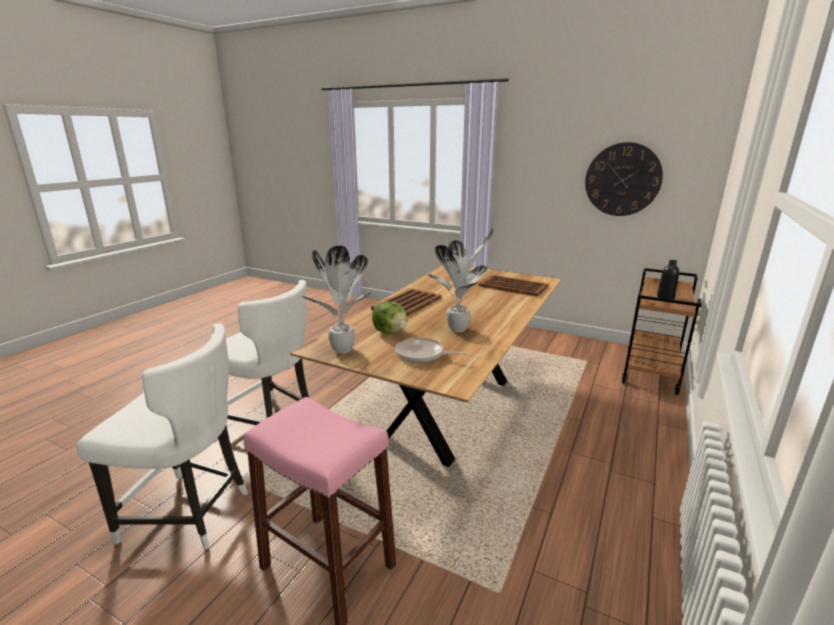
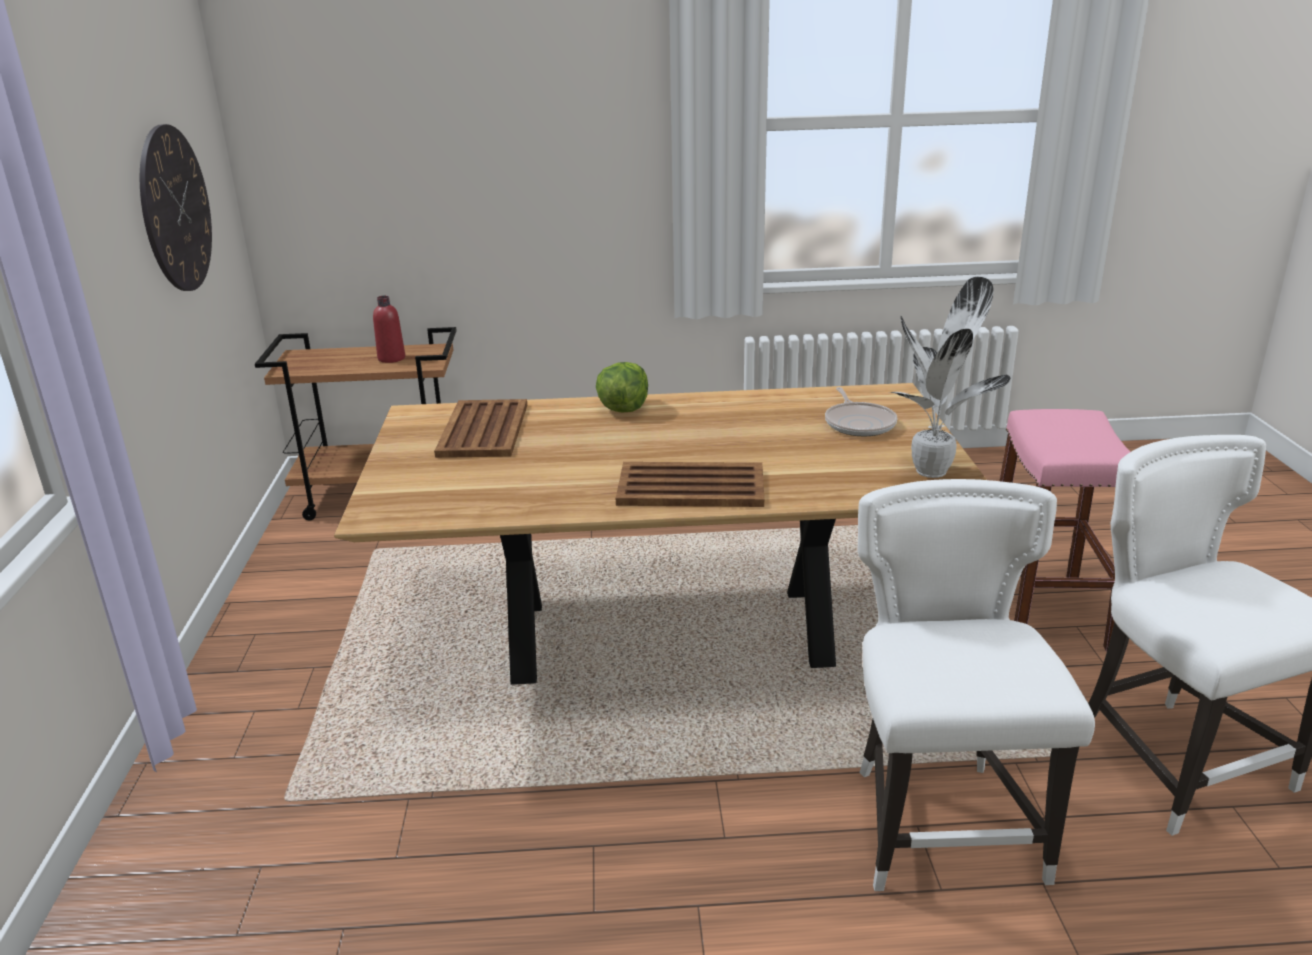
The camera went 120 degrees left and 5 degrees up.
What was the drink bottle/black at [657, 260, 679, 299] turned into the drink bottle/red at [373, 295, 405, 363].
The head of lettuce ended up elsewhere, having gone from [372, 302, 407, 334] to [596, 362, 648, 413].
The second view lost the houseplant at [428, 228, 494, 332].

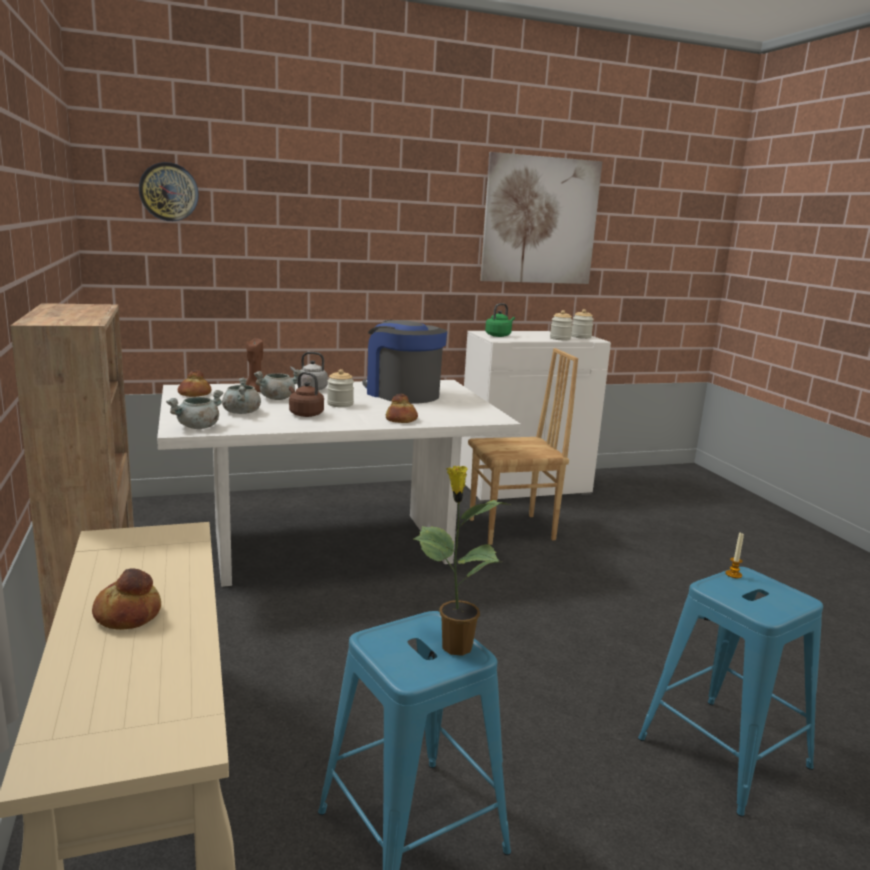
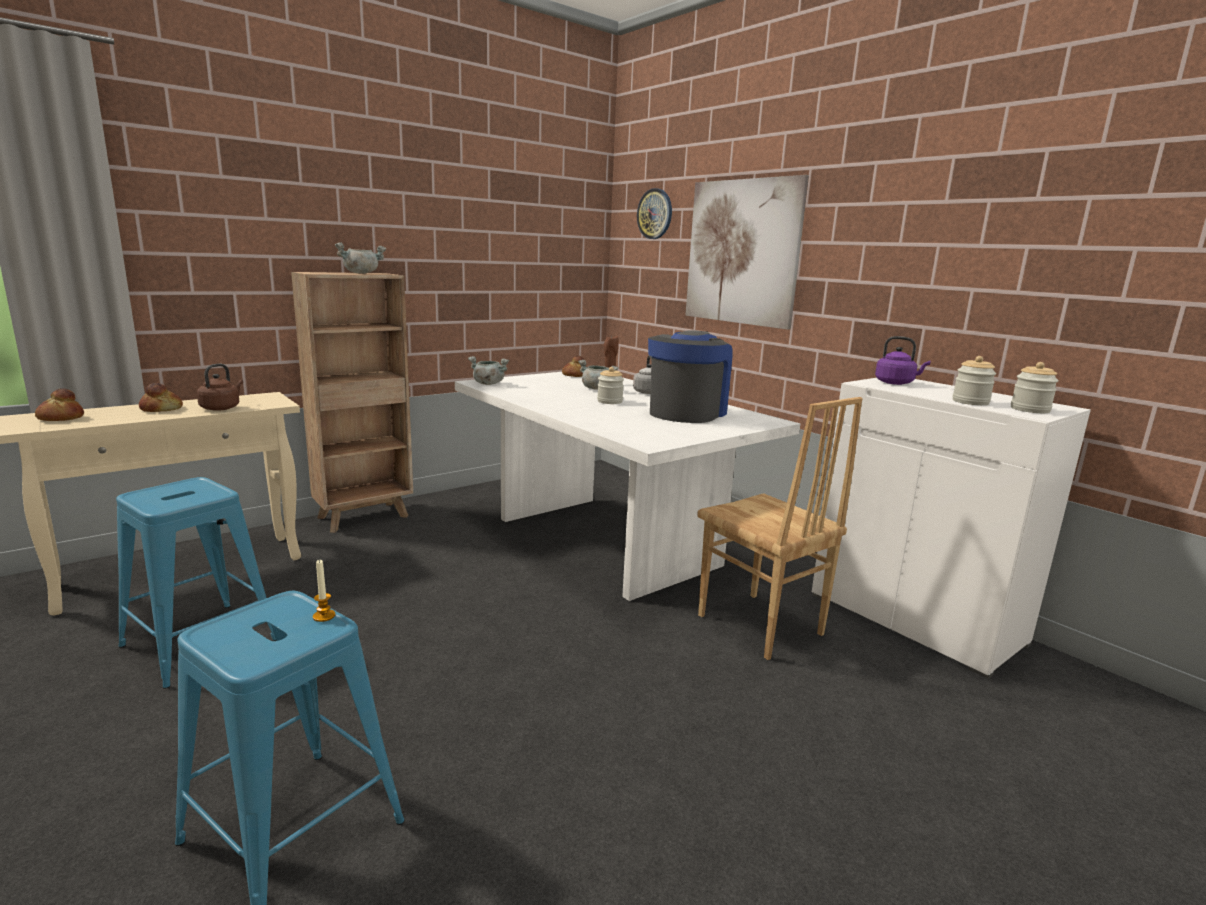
The camera went 70 degrees right and 0 degrees up.
The baked bread ended up elsewhere, having gone from [386, 394, 418, 423] to [35, 388, 84, 421].
The tea kettle/brownish ended up elsewhere, having gone from [289, 372, 324, 417] to [197, 364, 243, 411].
The saucepot/greyish ended up elsewhere, having gone from [222, 378, 261, 414] to [335, 242, 386, 274].
The picture ended up elsewhere, having gone from [480, 152, 602, 284] to [685, 175, 809, 330].
What was the tea kettle/green at [485, 303, 515, 337] turned into the tea kettle/purple-coloured at [875, 336, 931, 385].
The second view lost the houseplant at [414, 466, 512, 656].

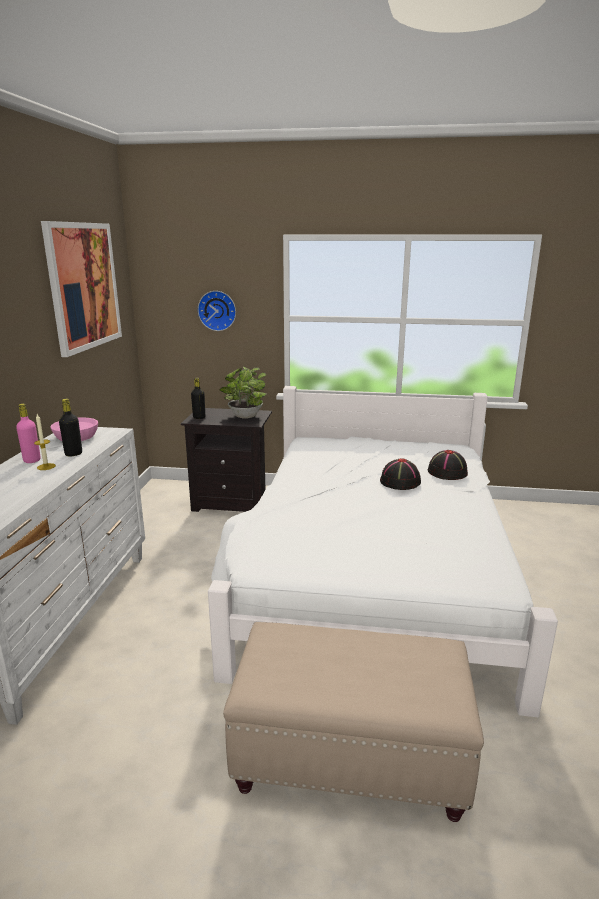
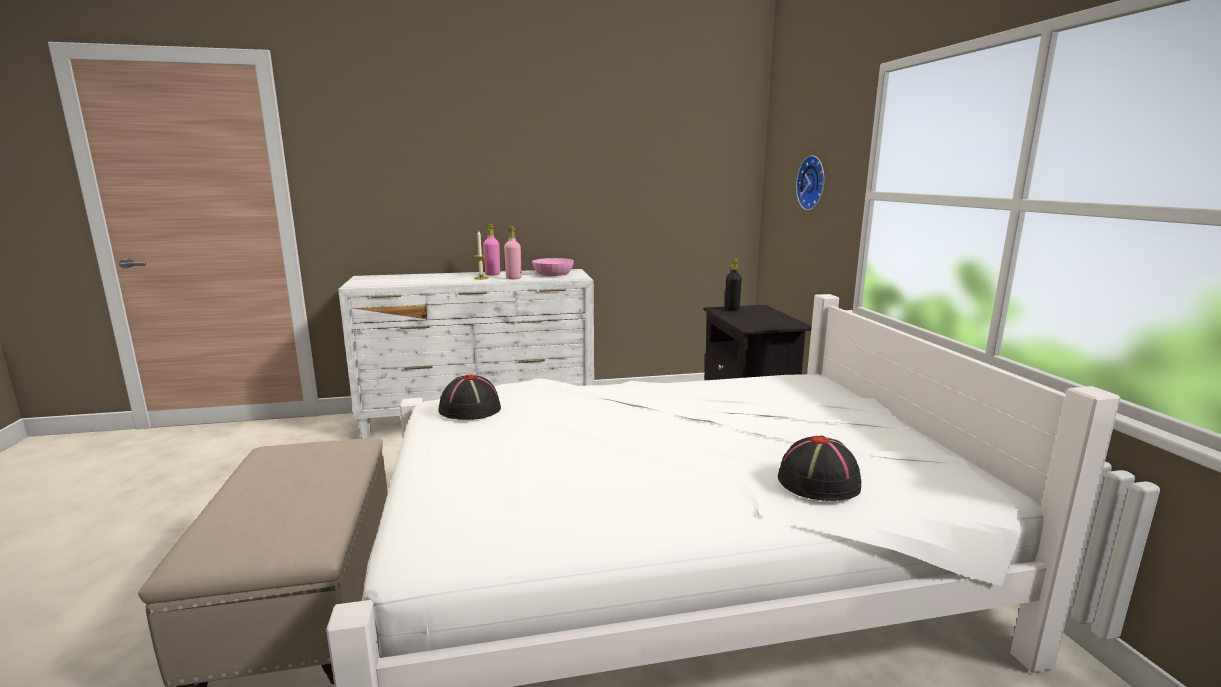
The camera went 70 degrees right and 5 degrees down.
The hat/black ended up elsewhere, having gone from [380, 459, 421, 490] to [438, 374, 501, 420].
What was the drink bottle/black at [59, 399, 82, 457] turned into the drink bottle/pink-coloured at [504, 227, 521, 279].
The second view lost the picture at [41, 221, 122, 357].
The second view lost the houseplant at [220, 367, 266, 418].

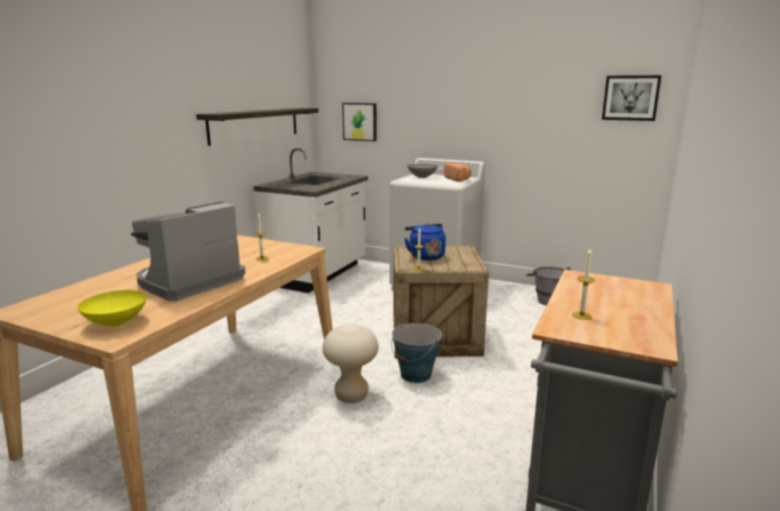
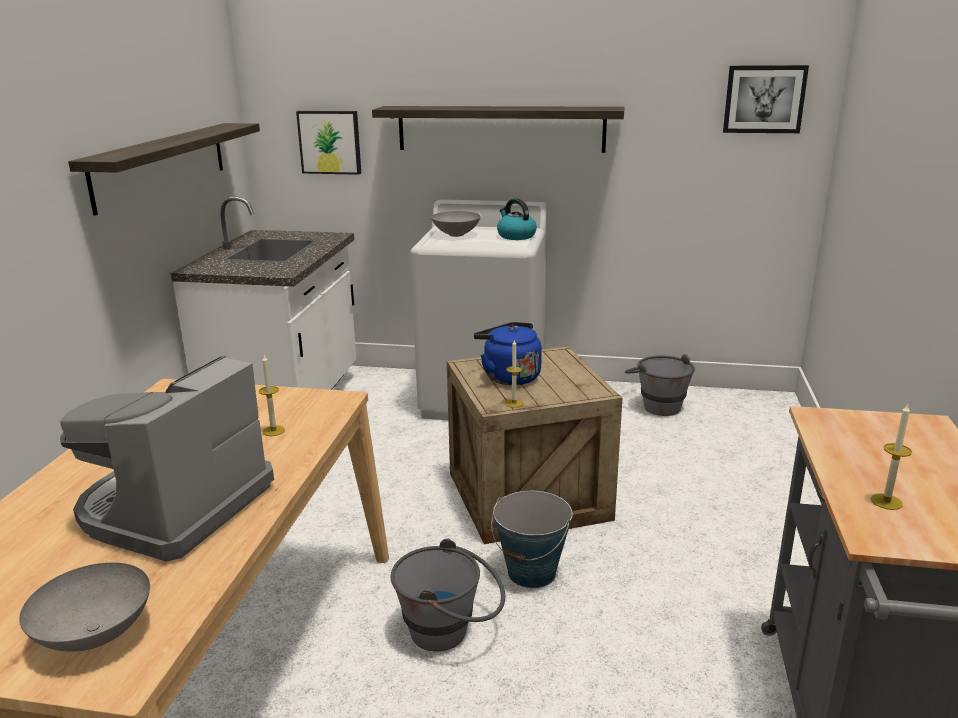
The camera went 15 degrees left and 5 degrees up.
What was the deep dish/yellowish at [77, 290, 147, 327] turned into the deep dish/greyish at [19, 562, 150, 652].
The second view gained the wall shelf at [372, 106, 625, 153].
Where the sitting stool/beige stood at [322, 323, 378, 403], the bucket/greyish came to stand at [390, 538, 505, 652].
Where the baked bread stood at [444, 163, 471, 182], the tea kettle came to stand at [497, 198, 537, 240].

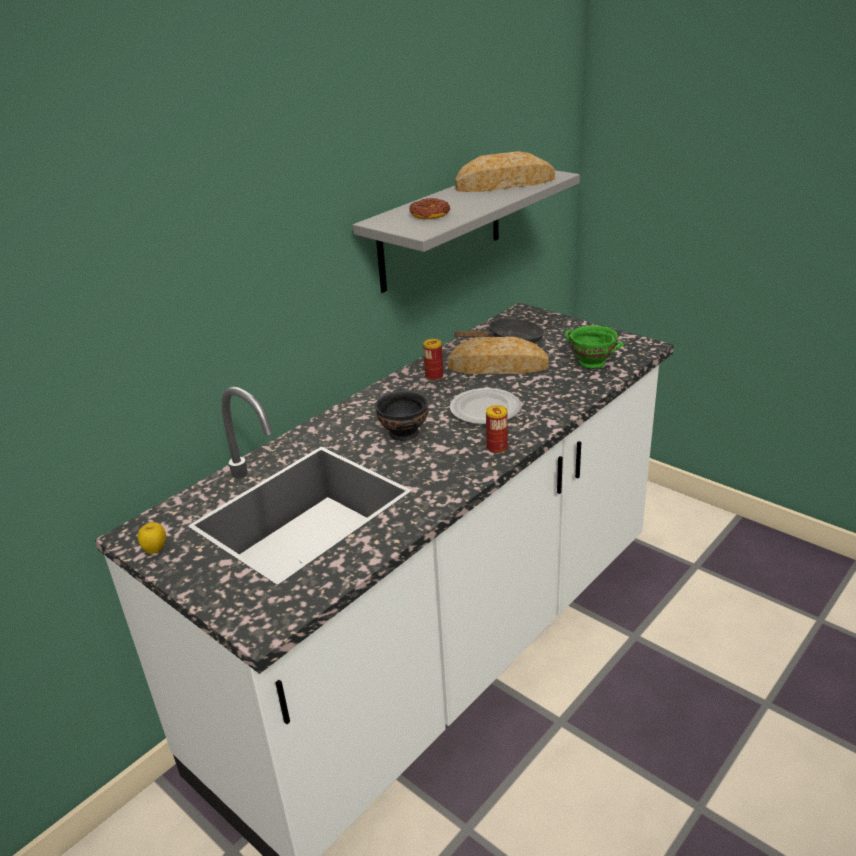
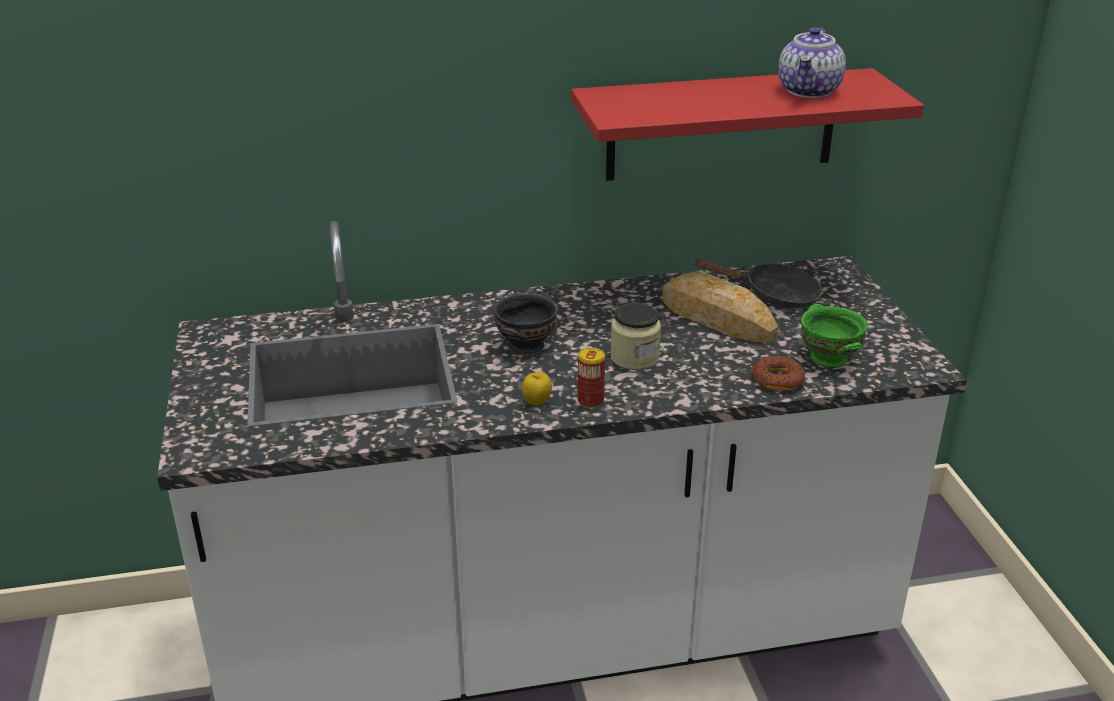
The camera went 35 degrees right and 0 degrees up.
The apple ended up elsewhere, having gone from [138, 522, 166, 554] to [522, 372, 552, 406].
What was the wall shelf/greyish at [353, 170, 580, 293] turned into the wall shelf/red at [571, 68, 924, 181].
Where the flat dish stood at [450, 388, 521, 425], the storage jar came to stand at [610, 303, 661, 370].
The doughnut ended up elsewhere, having gone from [409, 198, 450, 219] to [752, 356, 806, 391].
Where the baked bread stood at [455, 151, 555, 192], the teapot came to stand at [778, 27, 846, 98].
The second view lost the can at [423, 339, 443, 381].

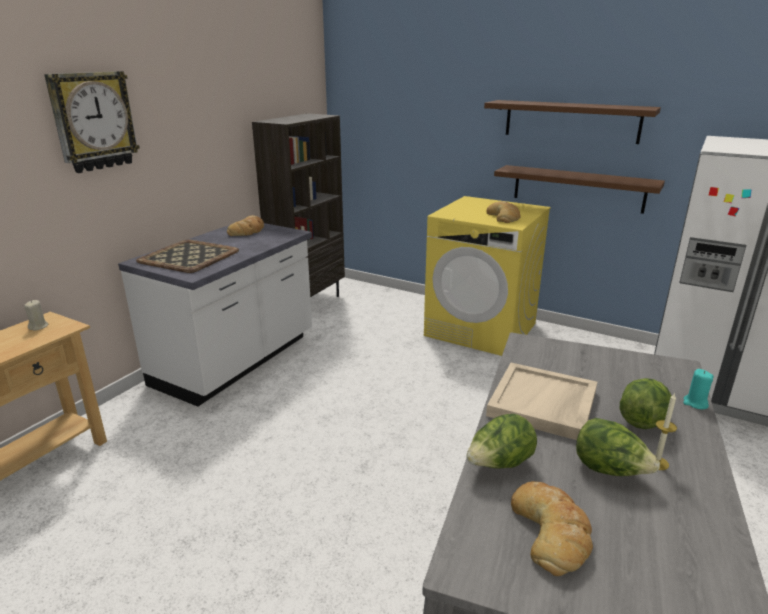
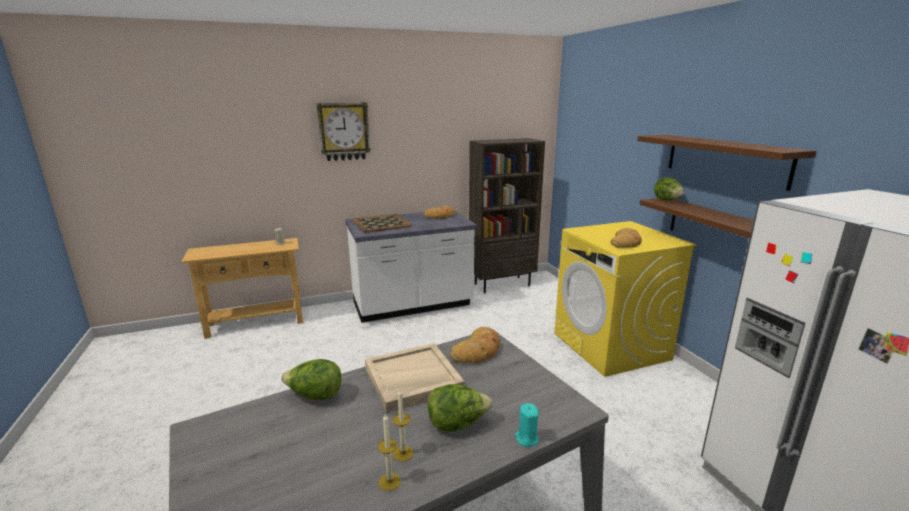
The camera went 40 degrees right and 5 degrees down.
The second view gained the candle at [378, 414, 401, 491].
The baked bread ended up elsewhere, having gone from [511, 481, 593, 576] to [450, 327, 500, 363].
The head of lettuce ended up elsewhere, having gone from [576, 418, 660, 476] to [654, 177, 684, 201].

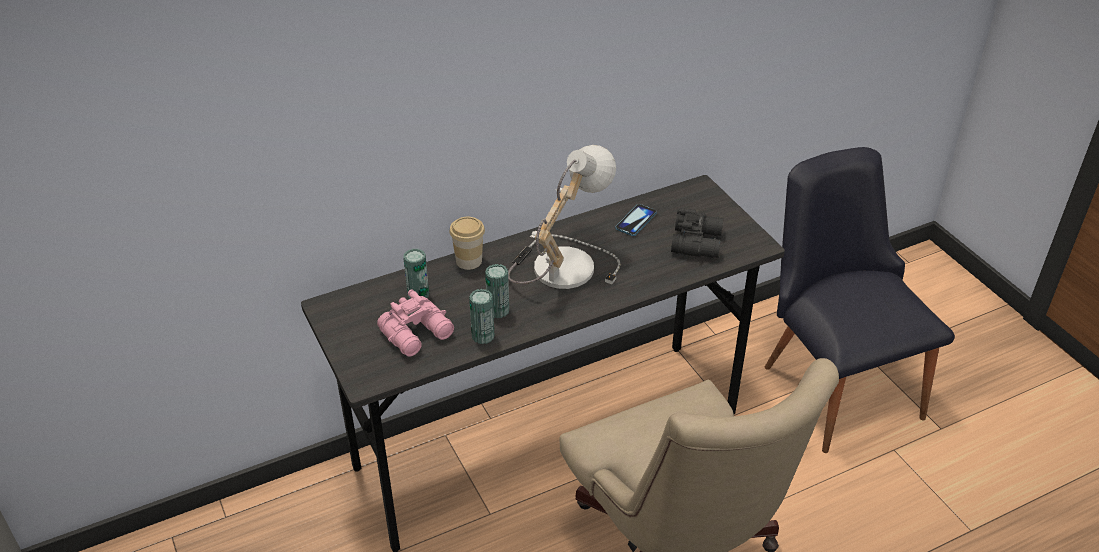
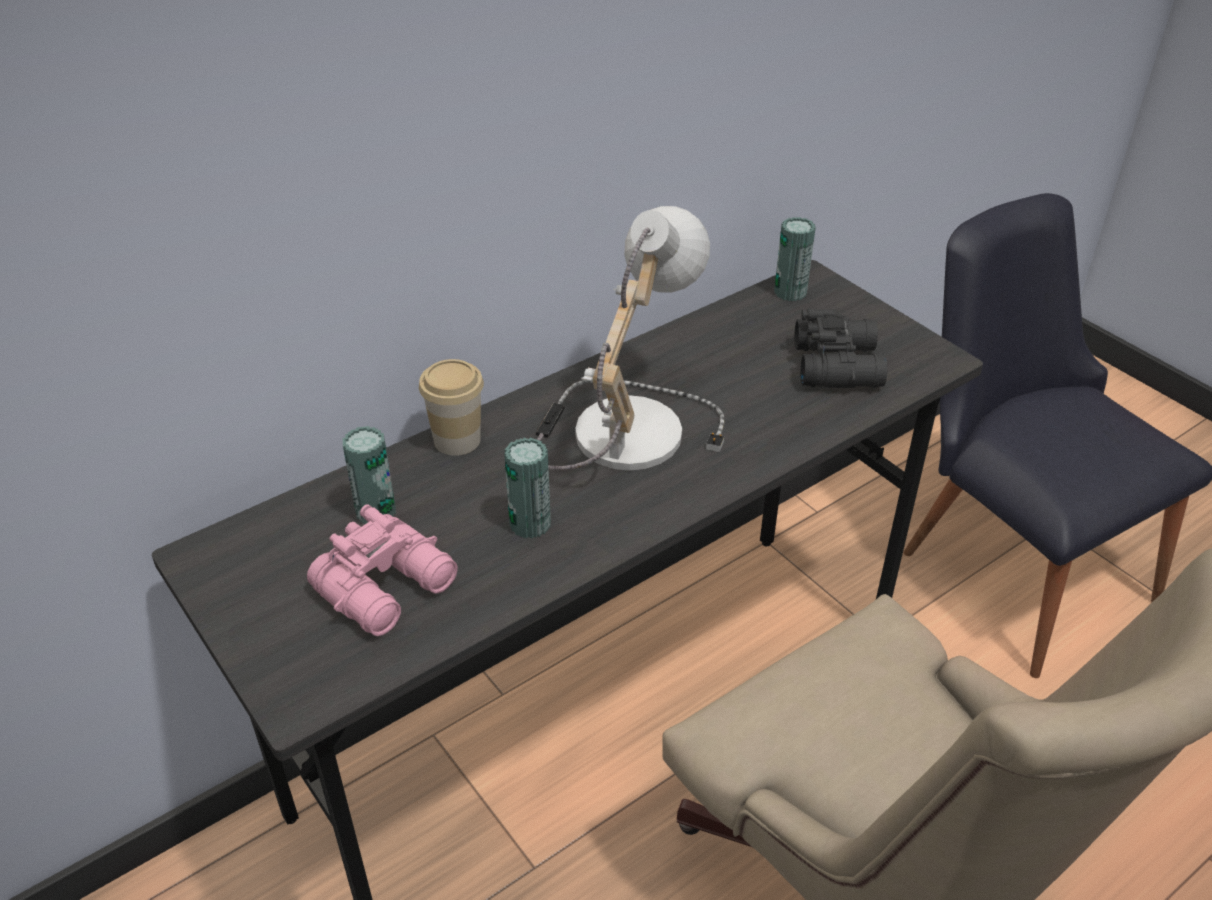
The camera went 10 degrees left and 0 degrees up.
The can ended up elsewhere, having gone from [469, 289, 494, 344] to [774, 217, 816, 301].
The second view lost the telephone at [615, 204, 657, 236].

